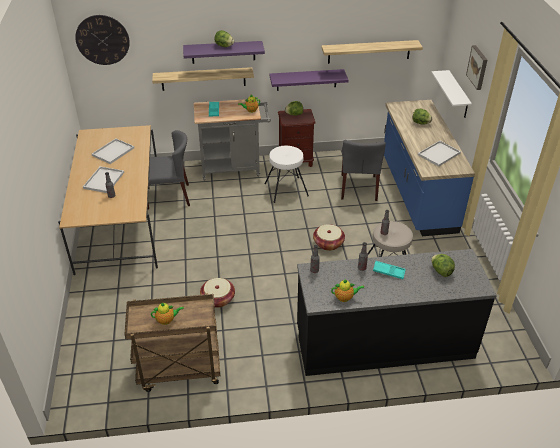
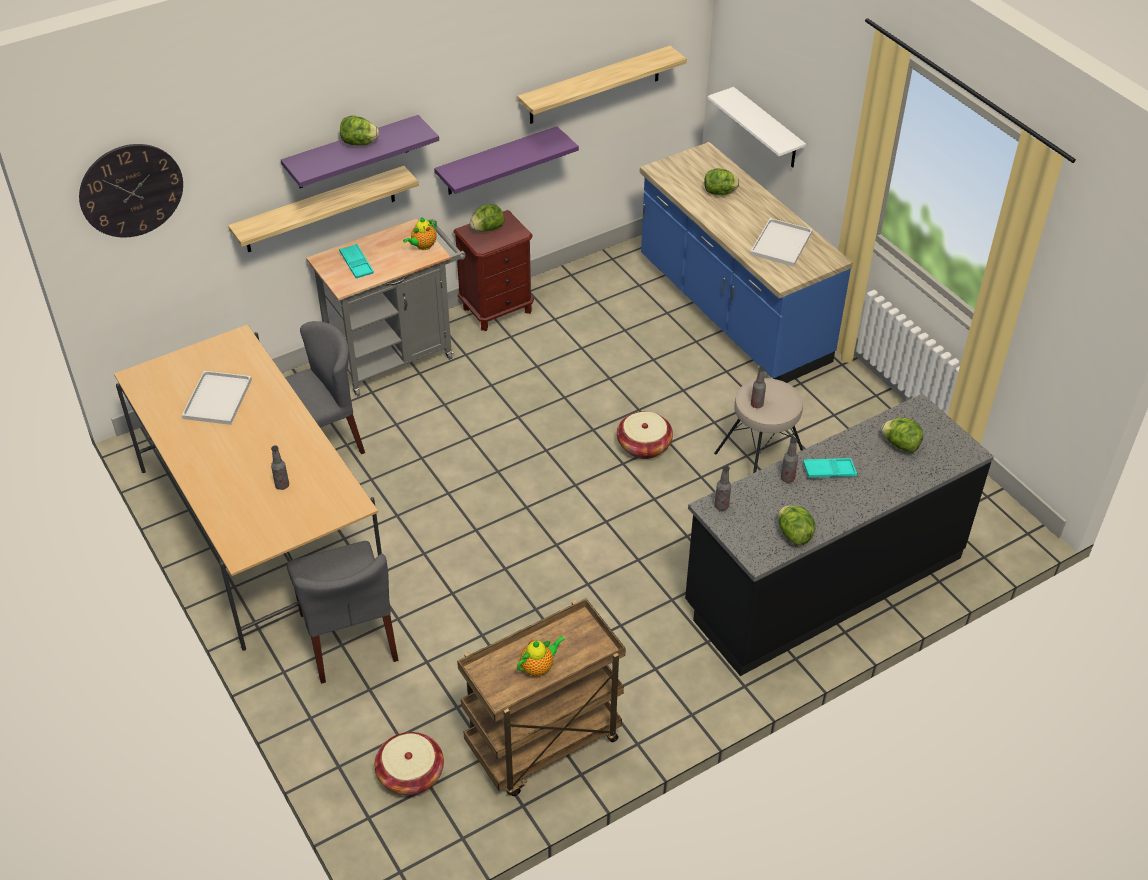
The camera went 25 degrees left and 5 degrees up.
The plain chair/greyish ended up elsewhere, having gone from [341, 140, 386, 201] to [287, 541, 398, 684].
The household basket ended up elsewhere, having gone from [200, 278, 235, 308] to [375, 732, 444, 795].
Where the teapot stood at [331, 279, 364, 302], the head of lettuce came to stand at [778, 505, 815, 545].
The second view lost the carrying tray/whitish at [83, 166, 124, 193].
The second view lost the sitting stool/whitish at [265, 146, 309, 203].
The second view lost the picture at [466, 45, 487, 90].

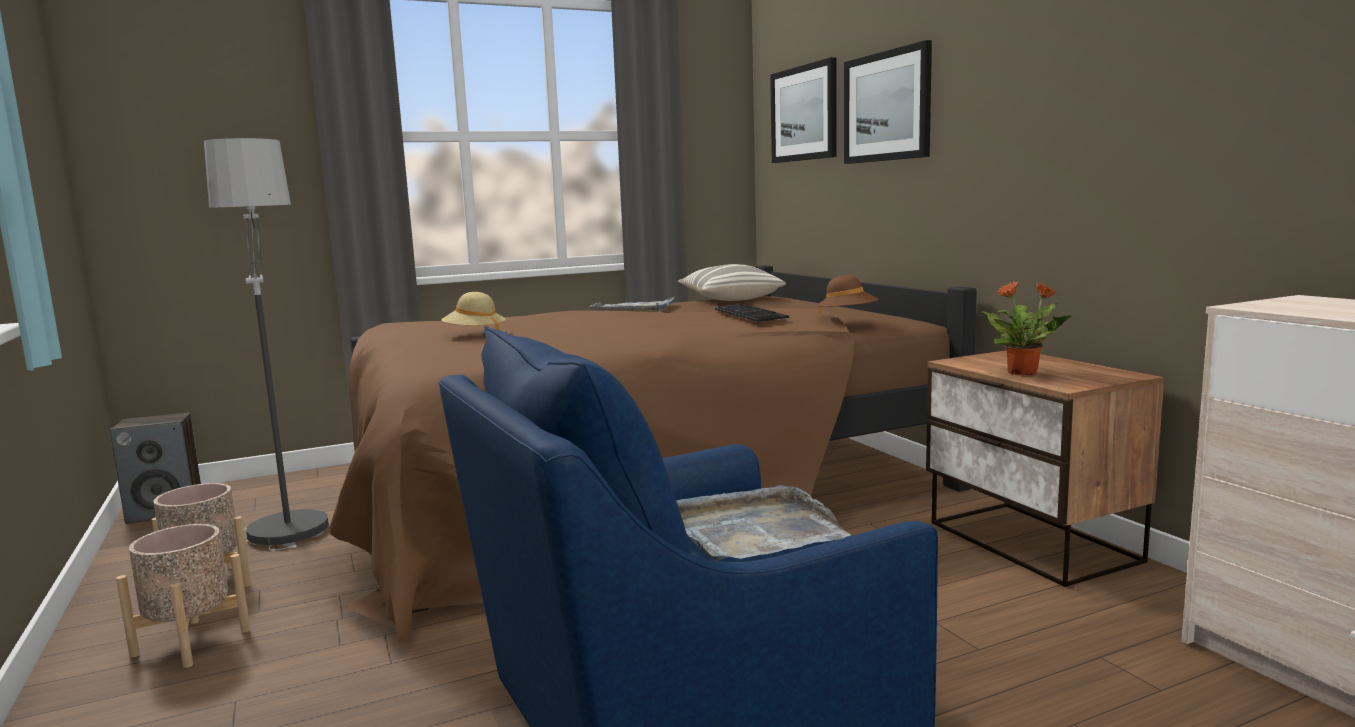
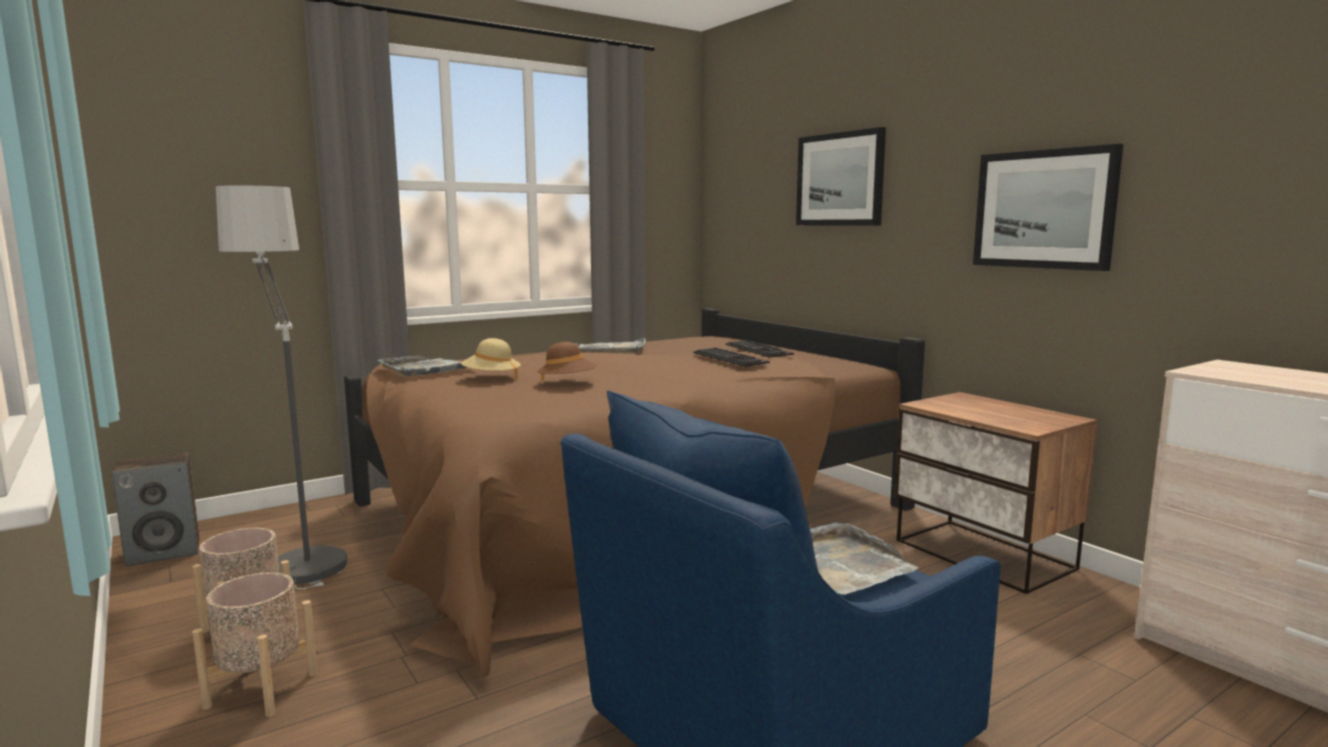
The camera went 10 degrees left and 0 degrees up.
The second view gained the carrying tray/greyish at [378, 355, 468, 376].
The hat/brownish ended up elsewhere, having gone from [817, 275, 879, 316] to [537, 342, 597, 381].
The second view gained the computer keyboard at [726, 340, 794, 358].
The picture ended up elsewhere, having gone from [770, 57, 837, 163] to [973, 144, 1123, 271].
The second view lost the throw pillow at [678, 264, 786, 301].
The second view lost the houseplant at [981, 281, 1072, 375].

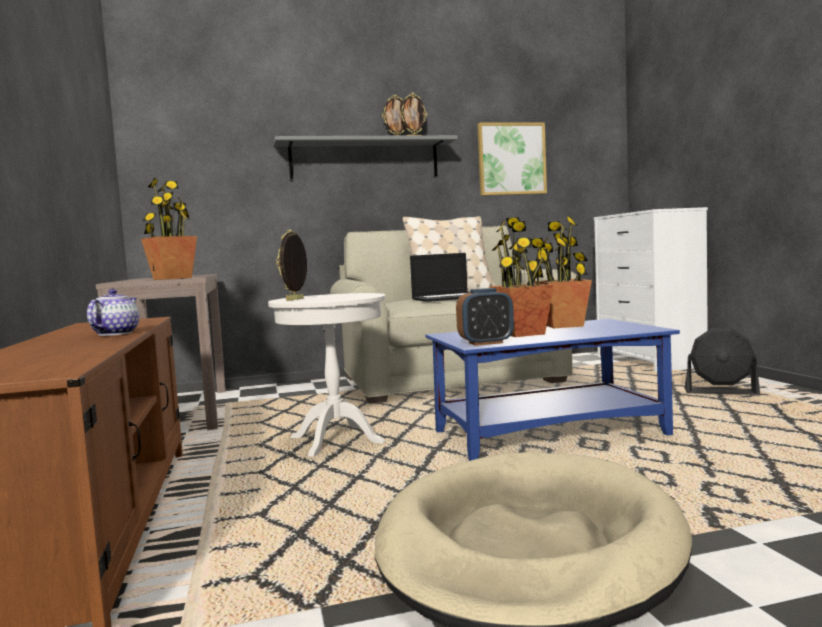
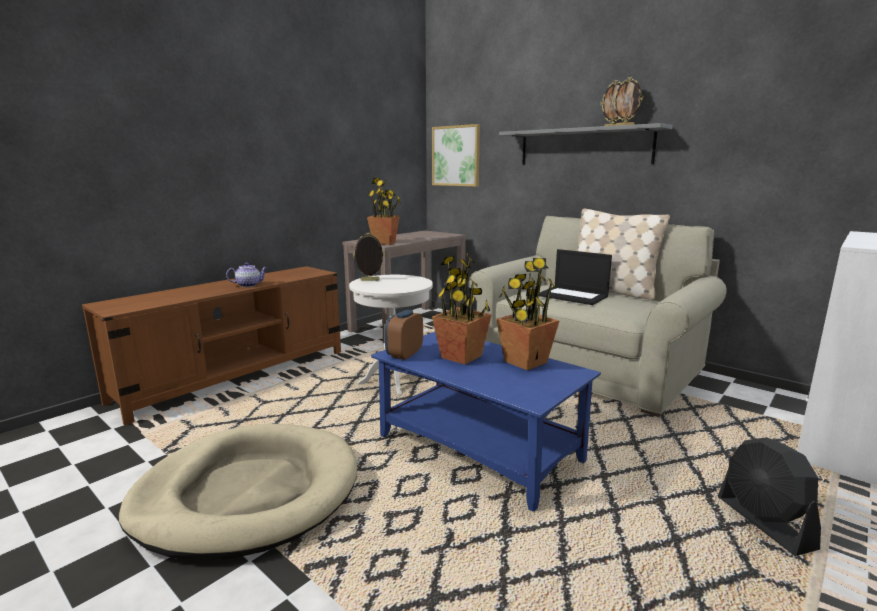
The camera went 55 degrees right and 10 degrees up.
The bedside clock at [456, 288, 514, 346] ended up facing another way, 75 degrees clockwise from before.
The picture ended up elsewhere, having gone from [477, 123, 547, 196] to [432, 124, 480, 187].

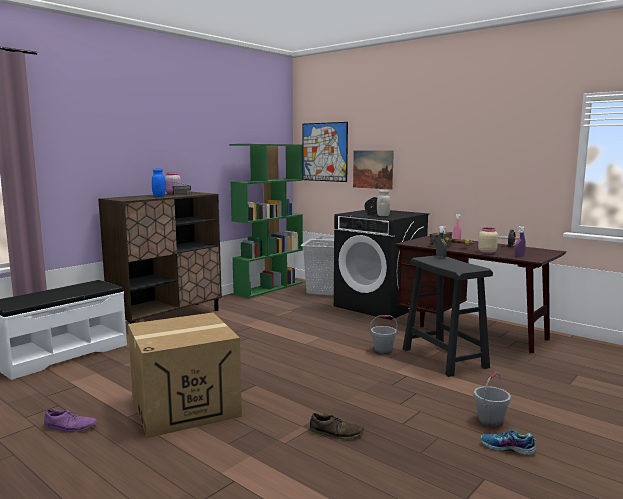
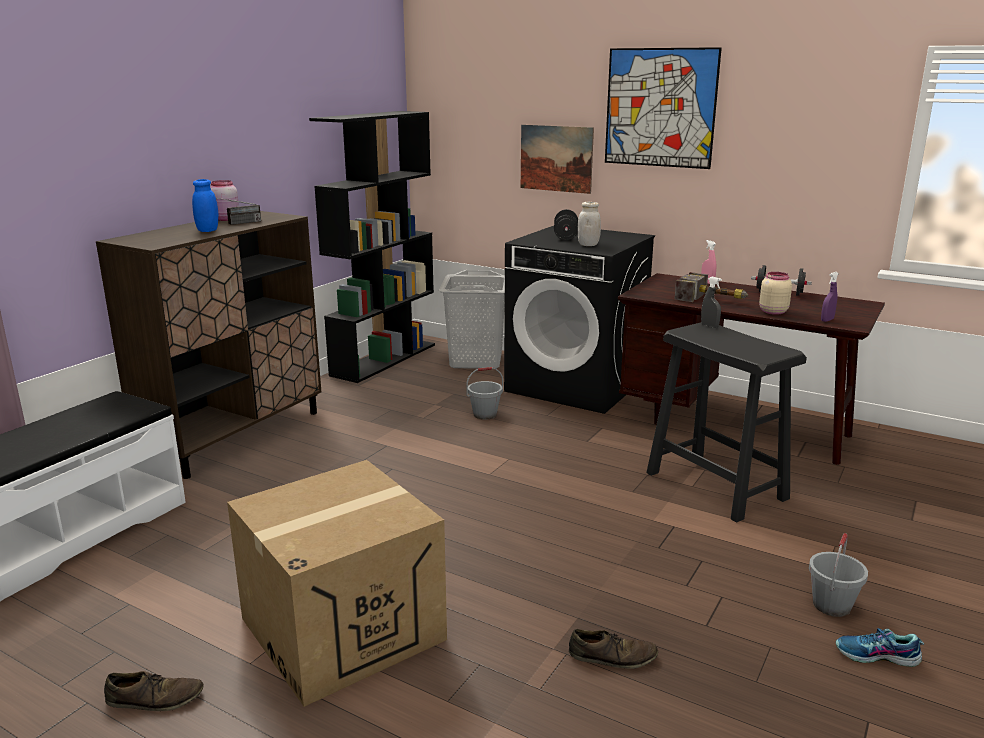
The camera went 10 degrees left and 10 degrees up.
What was the item of footwear/purple-coloured at [44, 409, 97, 432] turned into the item of footwear/brownish at [104, 671, 204, 711].
What was the bookcase/green at [229, 144, 303, 298] turned into the bookcase/black at [309, 111, 435, 383].
The bucket/greyish ended up elsewhere, having gone from [370, 315, 398, 354] to [466, 367, 503, 420].
The picture ended up elsewhere, having gone from [302, 122, 348, 182] to [605, 47, 722, 169].

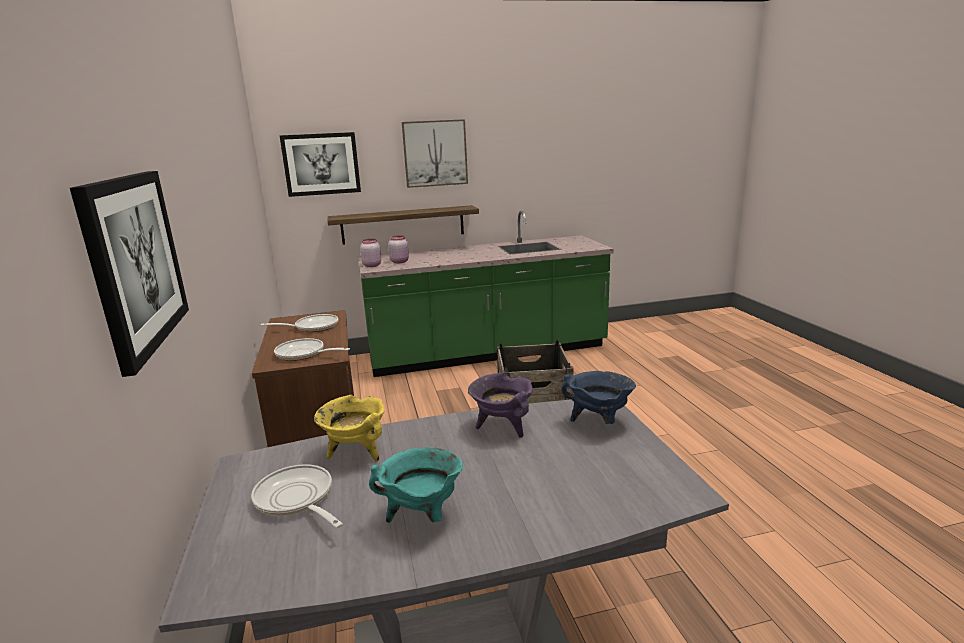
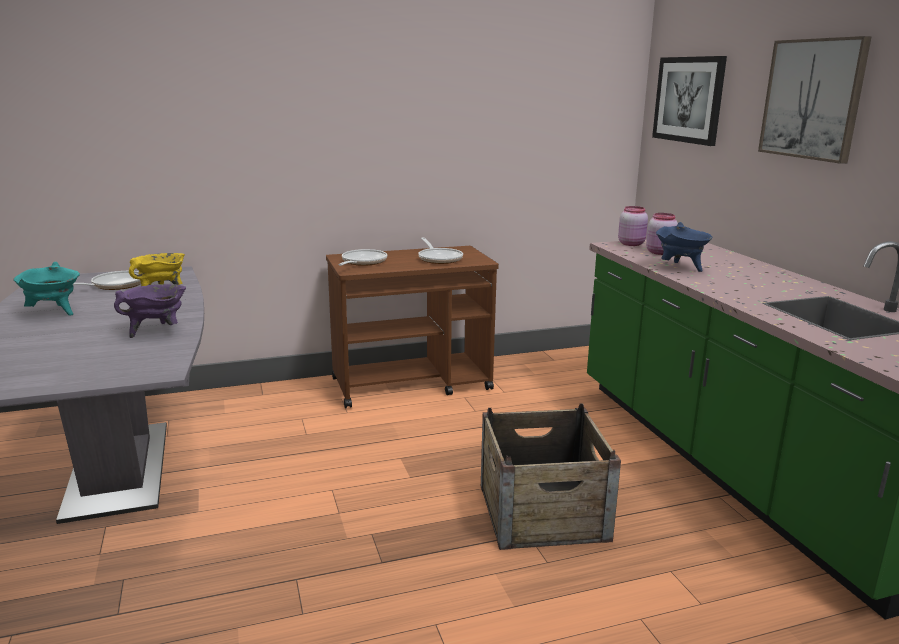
The camera went 85 degrees right and 0 degrees up.
The saucepot/bluish ended up elsewhere, having gone from [561, 371, 636, 424] to [656, 222, 712, 272].
The second view lost the picture at [70, 171, 189, 377].
The second view lost the wall shelf at [327, 205, 479, 245].

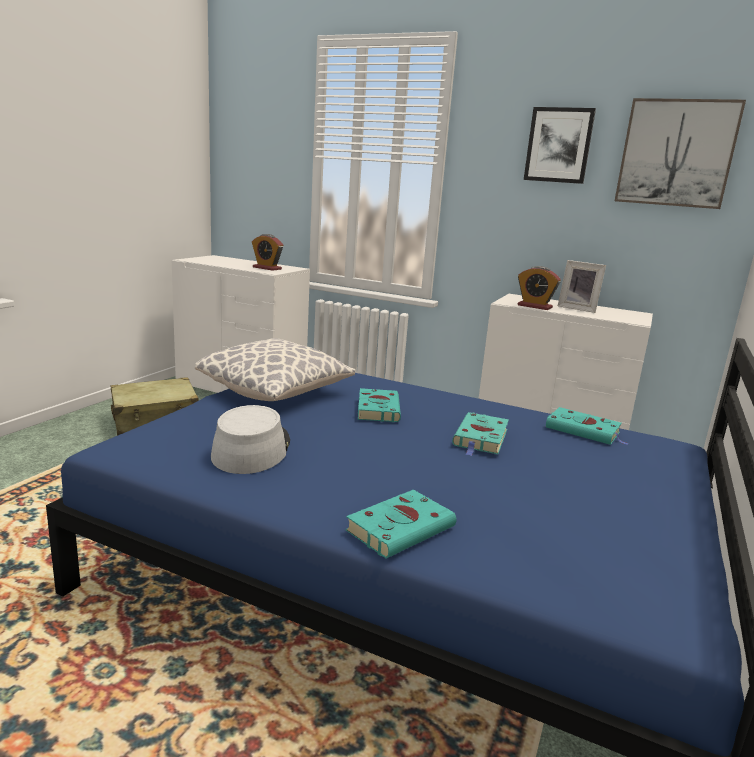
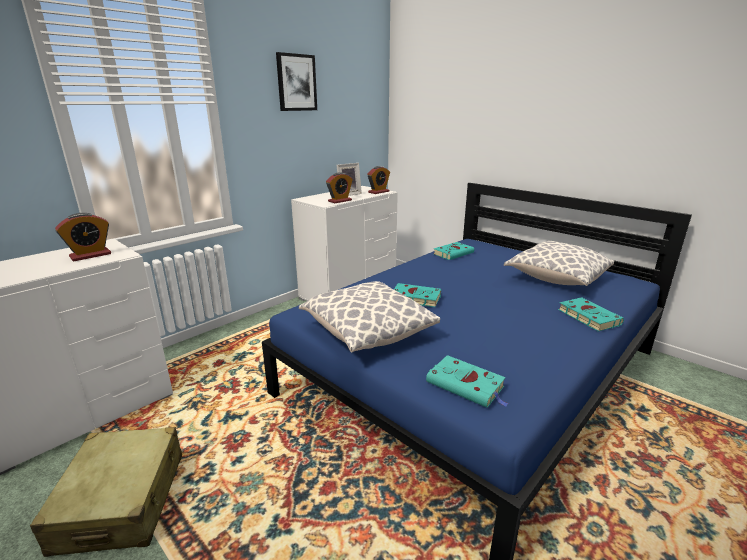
The camera went 70 degrees left and 5 degrees up.
The second view gained the bedside clock at [367, 166, 390, 194].
The bound book/turquoise ended up elsewhere, having gone from [452, 412, 509, 456] to [426, 355, 508, 408].
The second view gained the throw pillow at [504, 241, 614, 286].
The second view lost the hat/greyish at [211, 405, 290, 474].
The second view lost the picture at [615, 98, 746, 209].

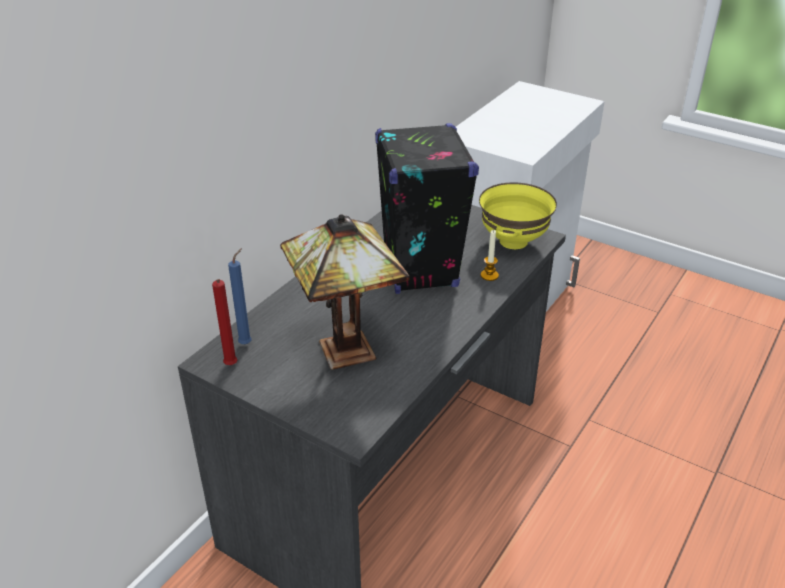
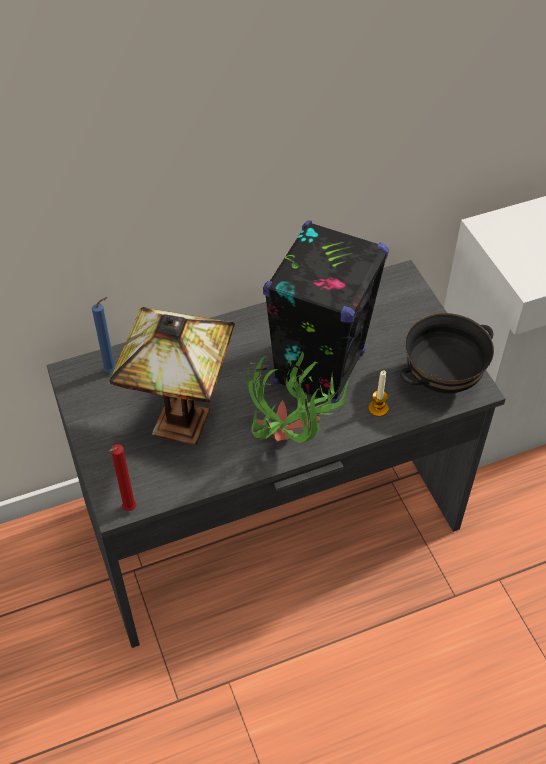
The camera went 35 degrees right and 15 degrees up.
The candle/red ended up elsewhere, having gone from [212, 279, 237, 365] to [108, 444, 136, 511].
The second view gained the houseplant at [247, 352, 350, 442].
What was the deep dish/yellowish at [479, 182, 557, 249] turned into the deep dish/black at [400, 313, 494, 393].

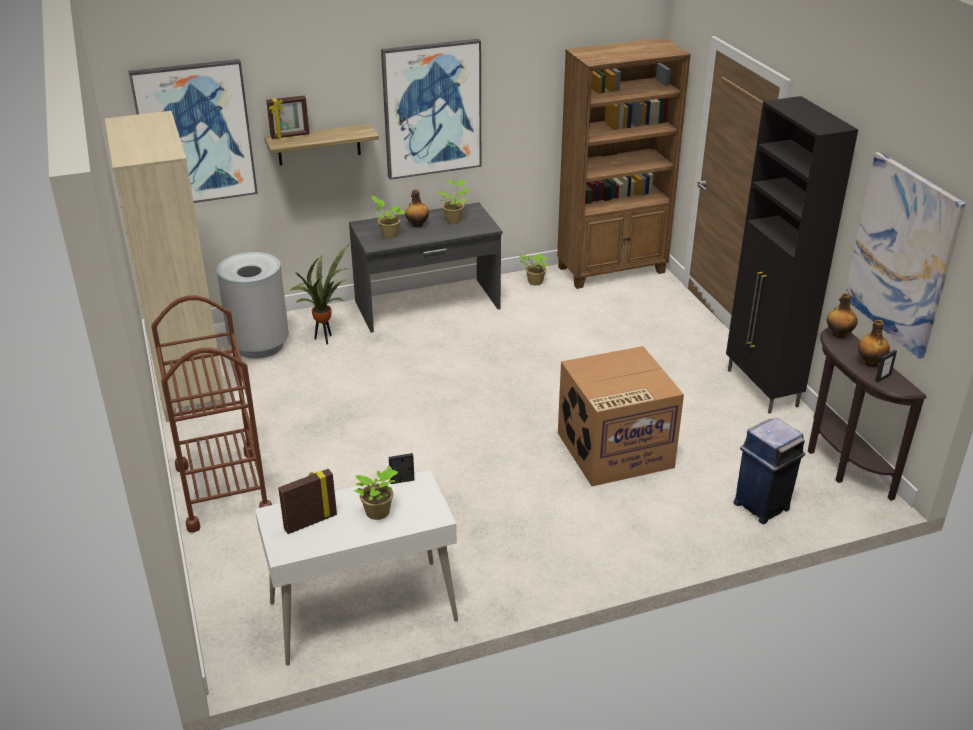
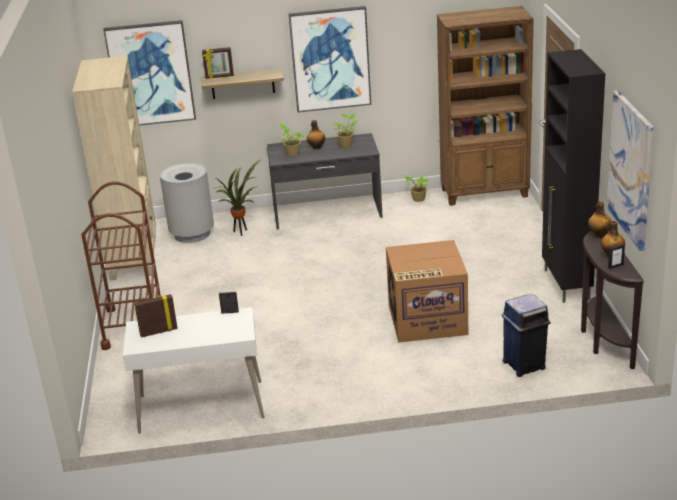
The camera went 15 degrees right and 5 degrees down.
The second view lost the houseplant at [354, 466, 398, 520].

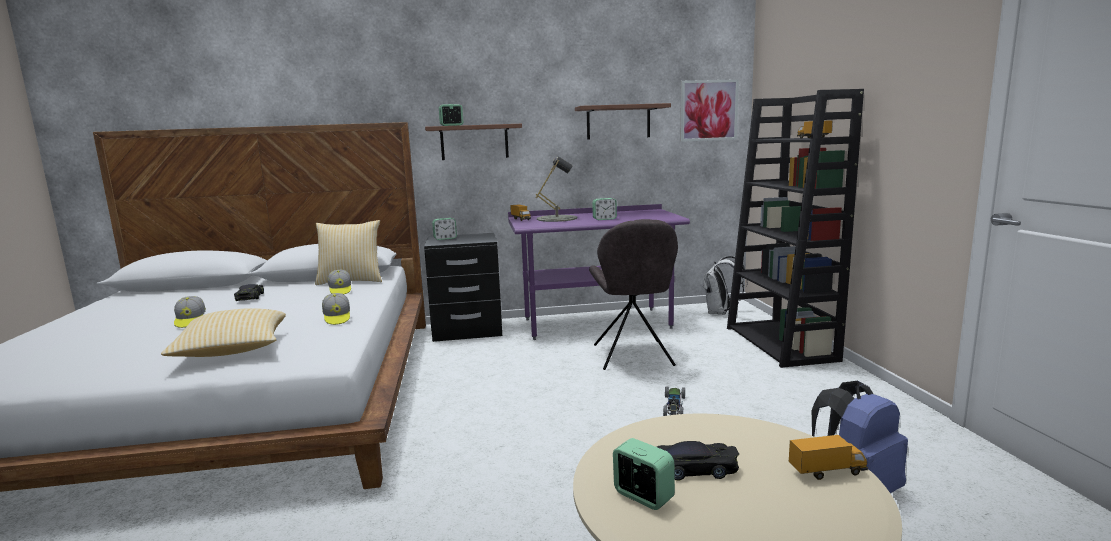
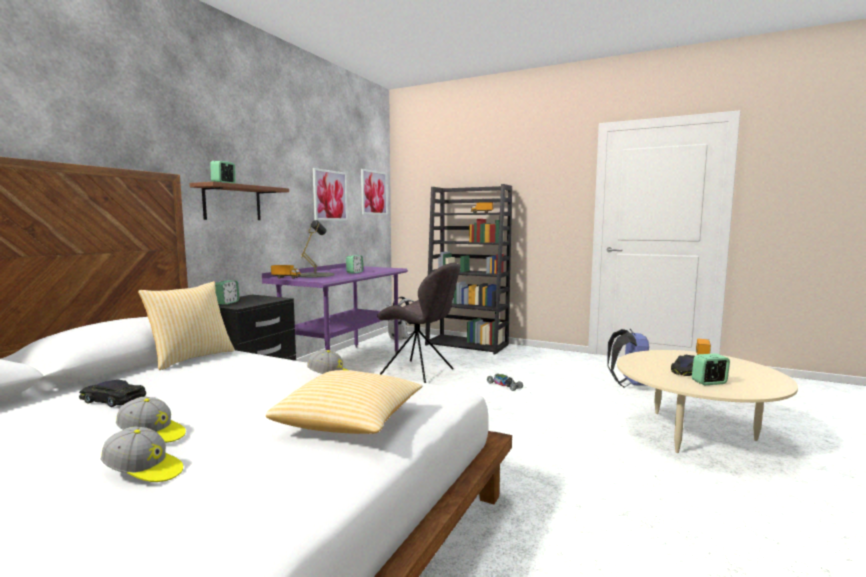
The camera went 55 degrees left and 5 degrees down.
The baseball cap ended up elsewhere, having gone from [328, 270, 351, 294] to [101, 426, 183, 482].
Where the wall shelf hung at [575, 103, 671, 140], the picture came to hang at [313, 168, 348, 221].

